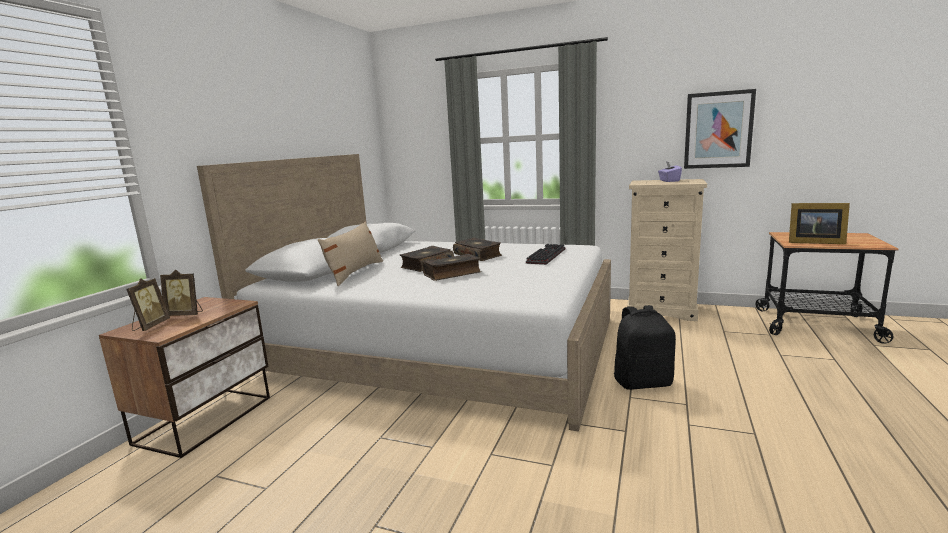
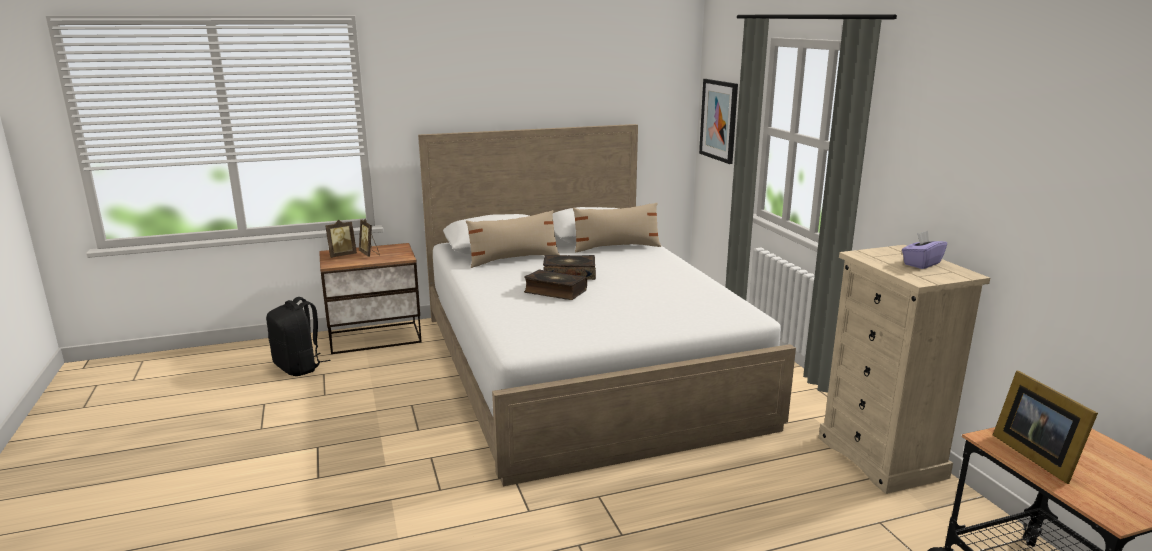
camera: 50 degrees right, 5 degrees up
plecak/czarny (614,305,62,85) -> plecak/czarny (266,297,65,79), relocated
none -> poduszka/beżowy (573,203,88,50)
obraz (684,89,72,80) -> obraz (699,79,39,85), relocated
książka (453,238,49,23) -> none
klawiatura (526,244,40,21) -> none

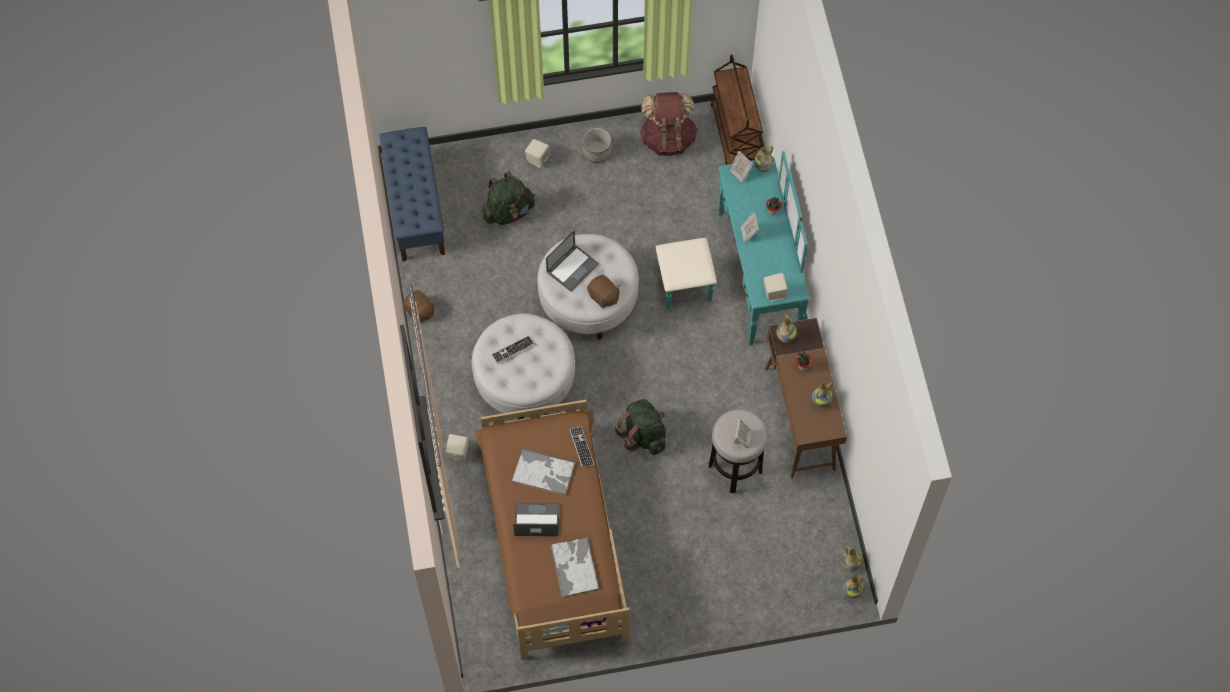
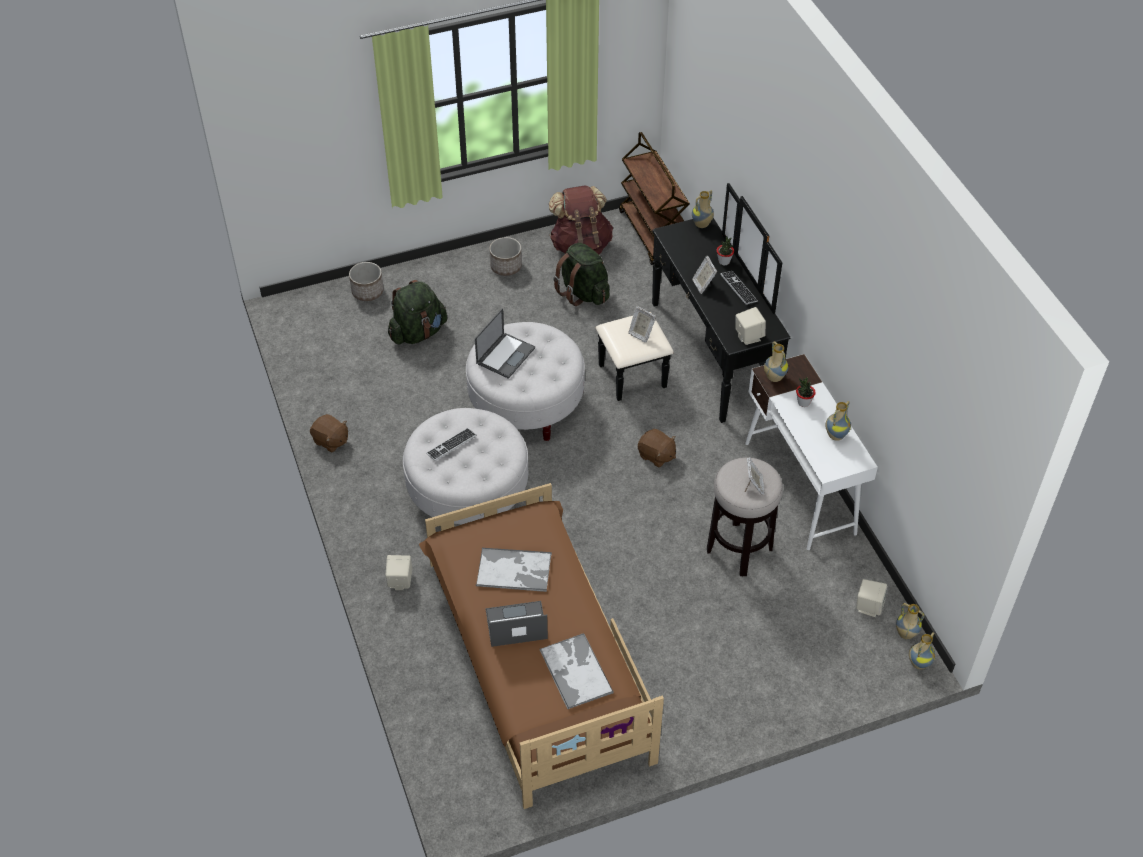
camera: 10 degrees left, 15 degrees down
none -> donica (349,262,35,39)
plecak/zielony (615,399,51,56) -> plecak/zielony (553,243,56,63), relocated
komoda/turkusowy (656,151,154,194) -> komoda/czarny (596,183,194,240)
ramka na zdjęcie (730,151,23,32) -> ramka na zdjęcie (628,306,28,37), relocated
pluszak/brązowy (587,275,33,33) -> pluszak/brązowy (638,429,38,38), relocated
klawiatura (569,427,25,41) -> klawiatura (720,271,38,34), relocated
biurko/brązowy (765,318,82,160) -> biurko/biały (745,354,133,196)
głośnik/beżowy (525,139,25,29) -> głośnik/beżowy (856,579,31,38), relocated
ławka/niebieski (380,127,65,135) -> none

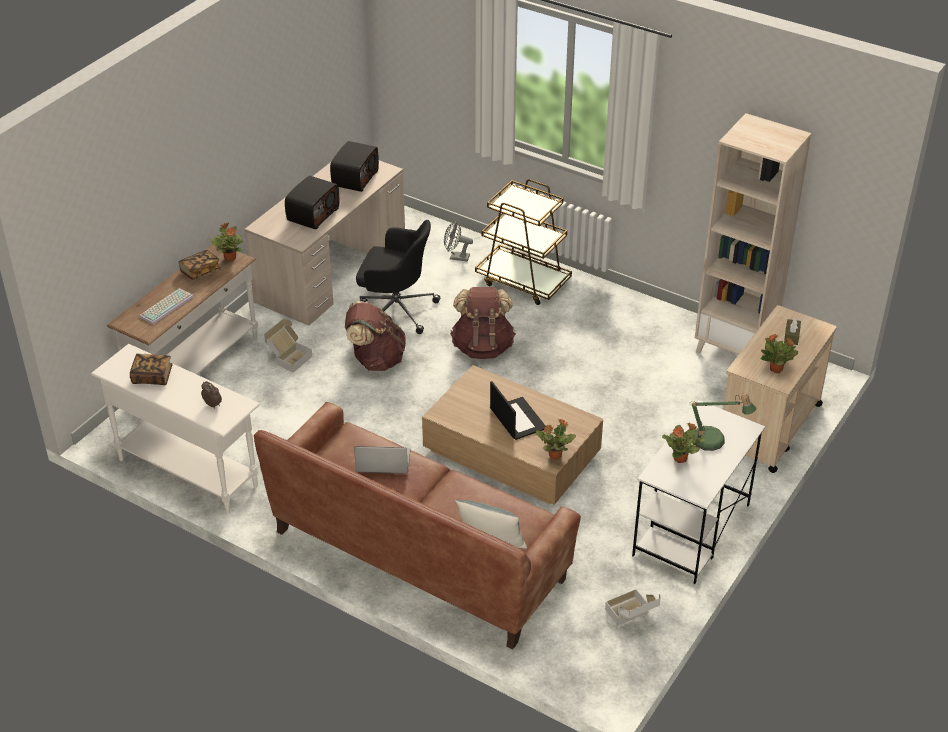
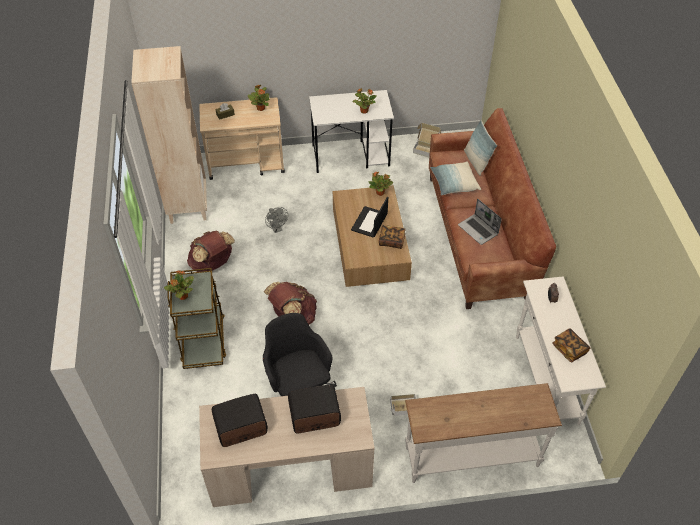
camera: 130 degrees left, 10 degrees up
roślina doniczkowa (210,223,33,38) -> roślina doniczkowa (164,270,30,30), relocated
plecak/brązowy (345,301,61,70) -> plecak/brązowy (187,231,48,41), relocated
wentylator/szary (444,221,29,41) -> wentylator/szary (265,207,23,26), relocated
książka (178,250,43,30) -> książka (379,225,27,24), relocated
none -> poduszka (430,161,51,34)
klawiatura (139,288,55,36) -> none
lampa stołowa (689,393,67,58) -> none

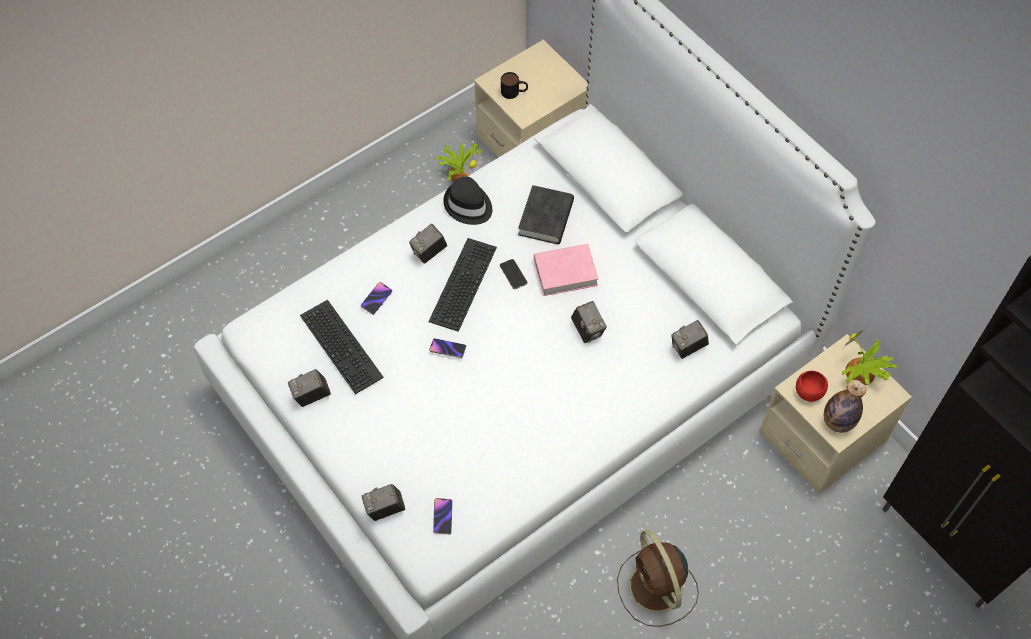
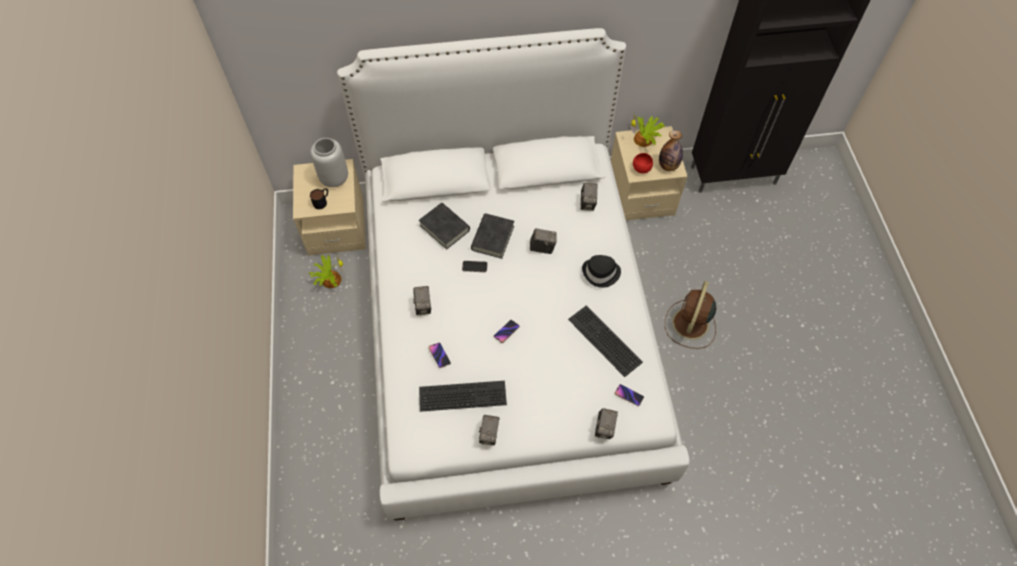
camera: 60 degrees left, 0 degrees up
none -> wazon/szary (311,138,37,49)
książka/różowy (534,244,65,52) -> książka/czarny (471,213,43,46)
klawiatura (429,238,68,94) -> klawiatura (568,305,75,72), relocated
kapelusz/czarny (443,176,49,49) -> kapelusz/czarny (582,255,39,33), relocated
wentylator/brązowy (617,530,82,97) -> wentylator/brązowy (665,281,51,68), 105 degrees clockwise

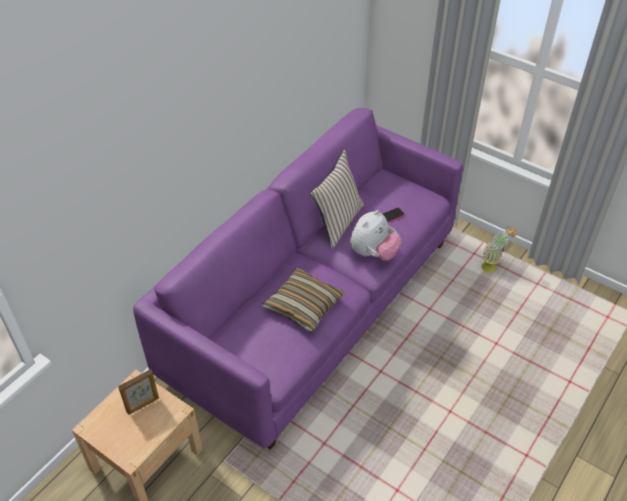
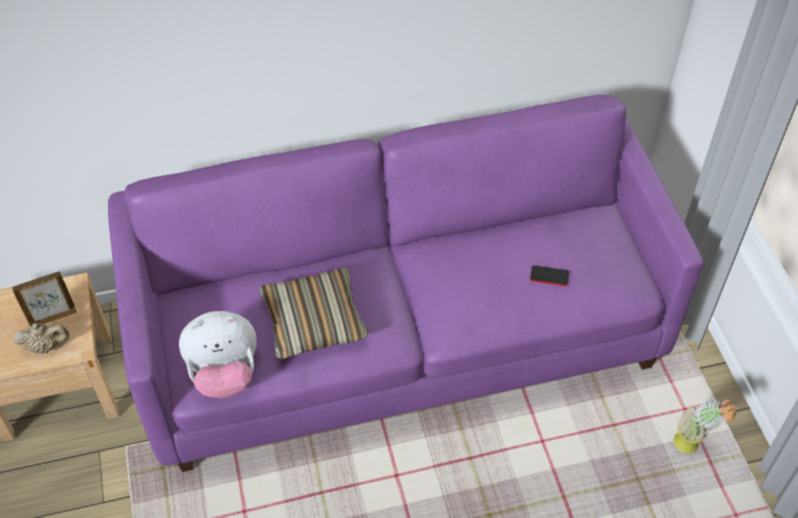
camera: 40 degrees right, 5 degrees up
ramka na zdjęcie (118,369,41,46) -> ramka na zdjęcie (12,271,65,56), 150 degrees clockwise
none -> imbryk/beżowy (13,323,56,30)
pluszak (350,210,52,51) -> pluszak (179,311,78,87), relocated
poduszka/beżowy (310,150,54,99) -> none

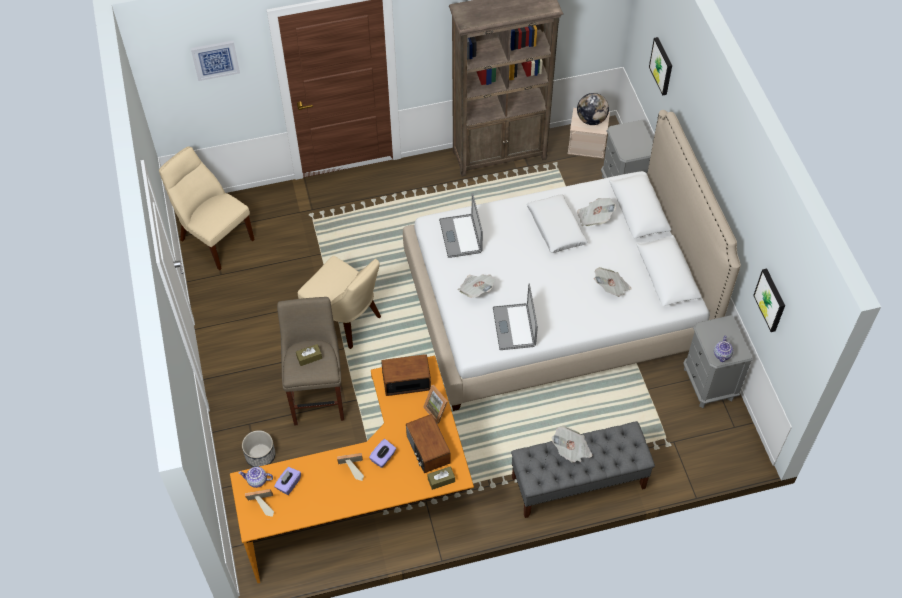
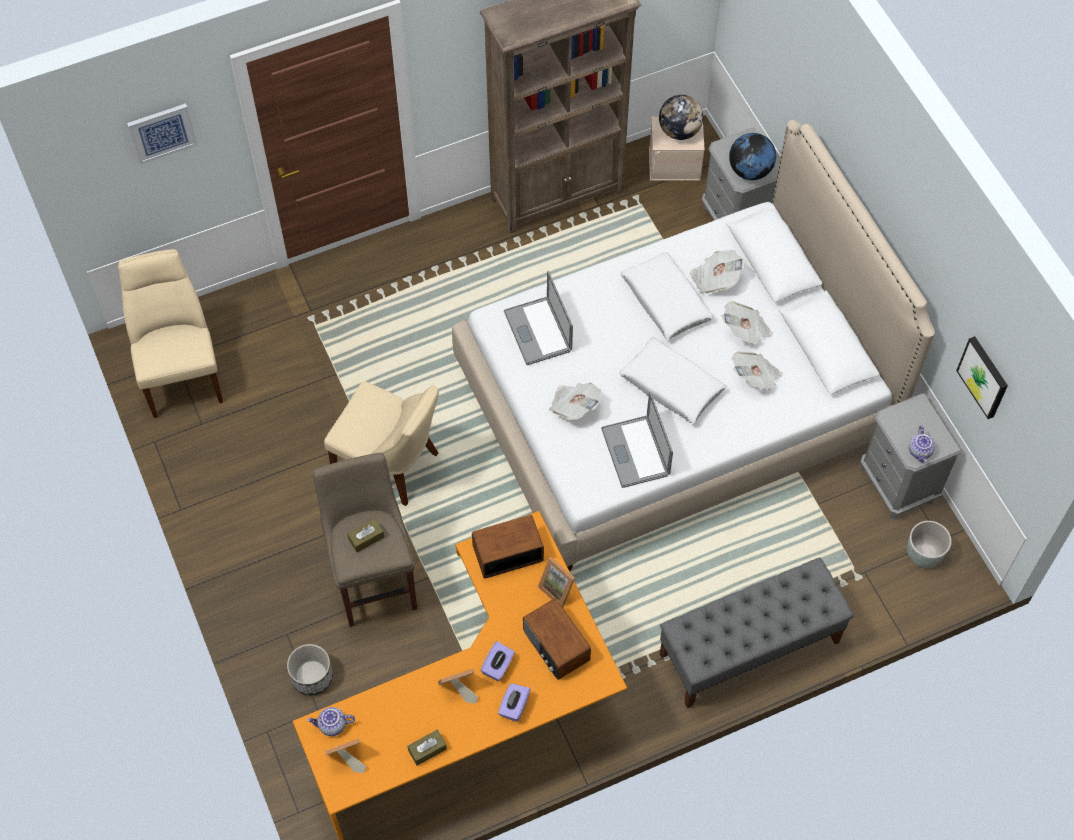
camera: 10 degrees left, 5 degrees up
krzesło/beżowy (159,146,96,124) -> krzesło/beżowy (118,249,105,169), 45 degrees clockwise
pudełko chusteczek/brązowy (427,466,28,24) -> pudełko chusteczek/brązowy (407,730,40,35), relocated
pudełko chusteczek/fioletowy (274,467,27,28) -> pudełko chusteczek/fioletowy (498,683,33,39), relocated
none -> poduszka/biały (619,337,108,87)
gazeta (552,426,40,37) -> gazeta (722,301,51,43), relocated
none -> globus (729,133,47,47)
none -> donica/szary (907,521,44,47)
obraz (649,37,23,59) -> none

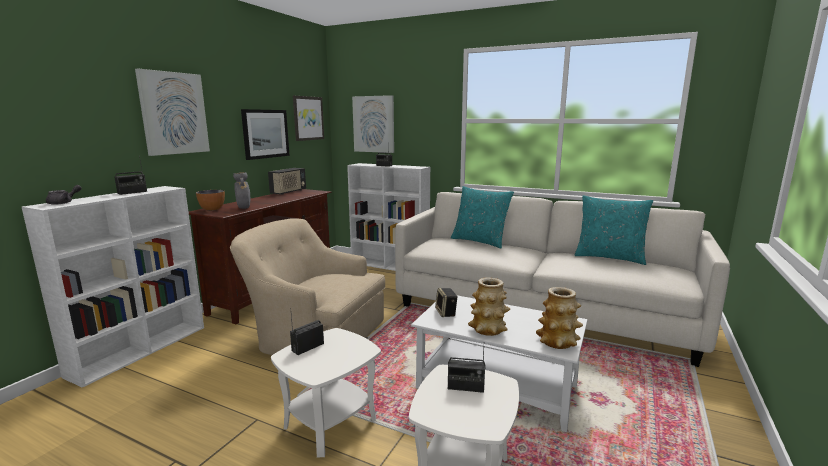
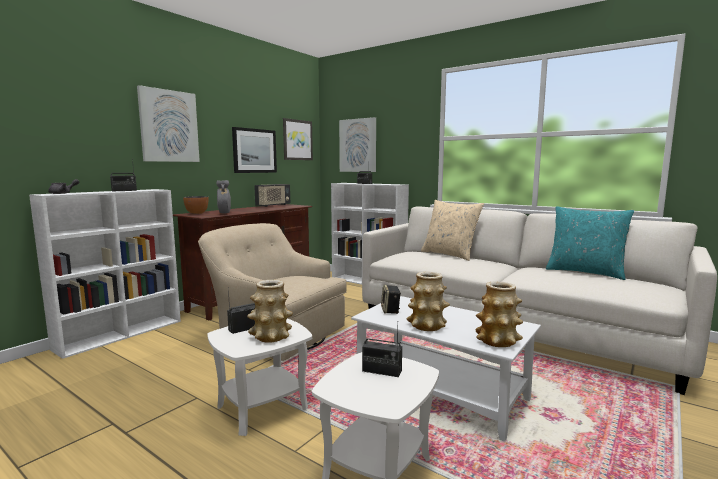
camera: 10 degrees right, 5 degrees down
none -> wazon (247,280,46,63)
poduszka/turkusowy (451,186,63,62) -> poduszka/beżowy (421,200,63,61)

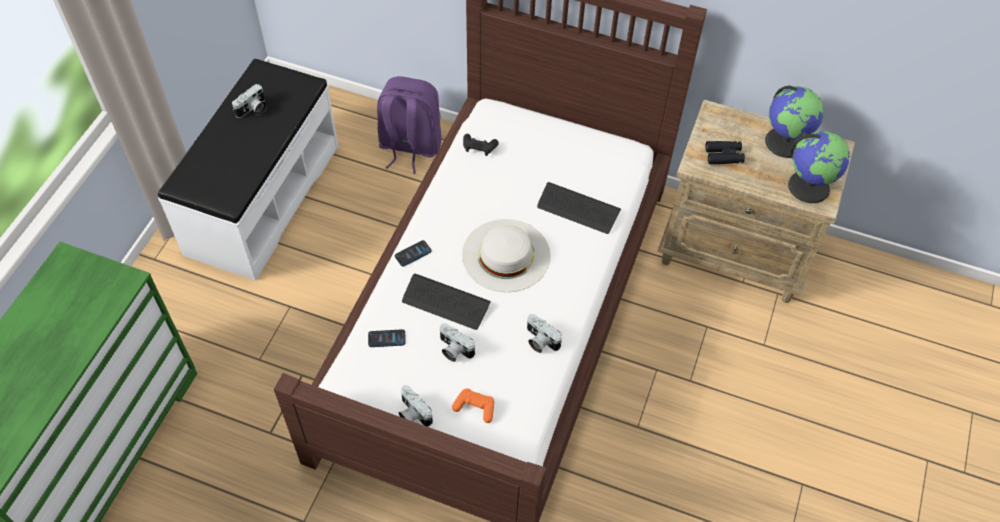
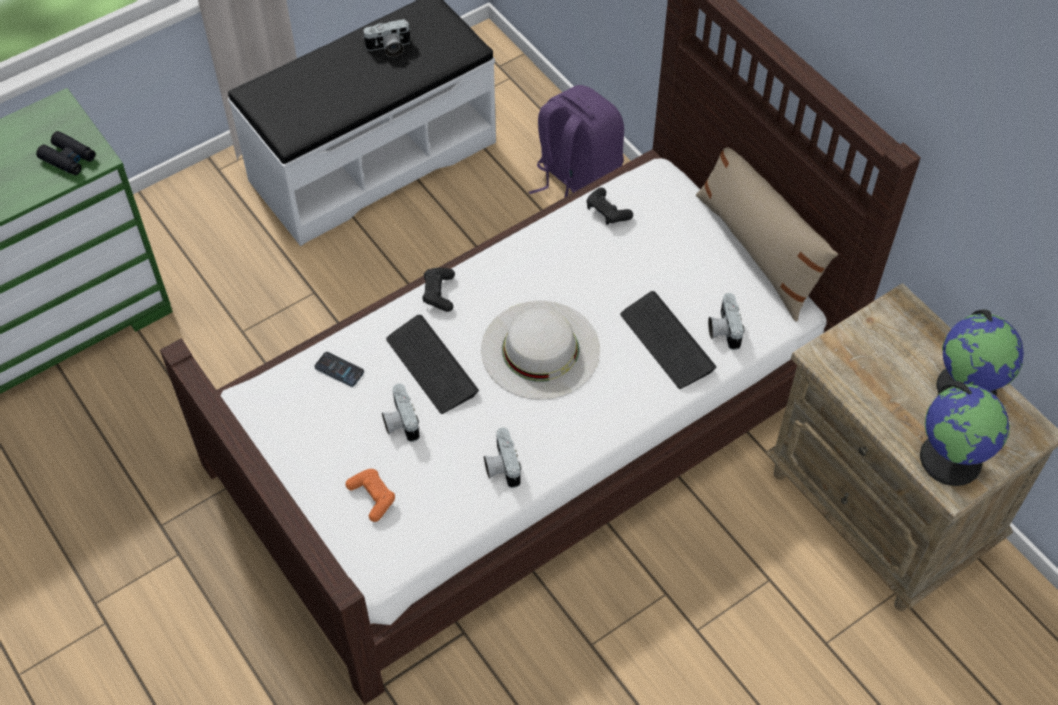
camera: 35 degrees right, 0 degrees up
lornetka/czarny (705,141,40,23) -> lornetka/czarny (36,131,60,44), relocated
telefon (395,240,36,27) -> pad do gier/czarny (423,268,32,44)
none -> poduszka/beżowy (696,147,142,175)
aparat fotograficzny (399,385,34,42) -> aparat fotograficzny (708,293,36,57), relocated

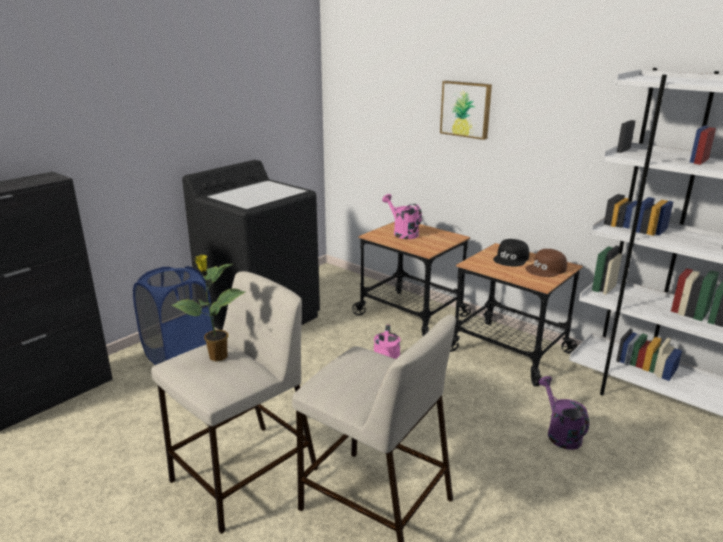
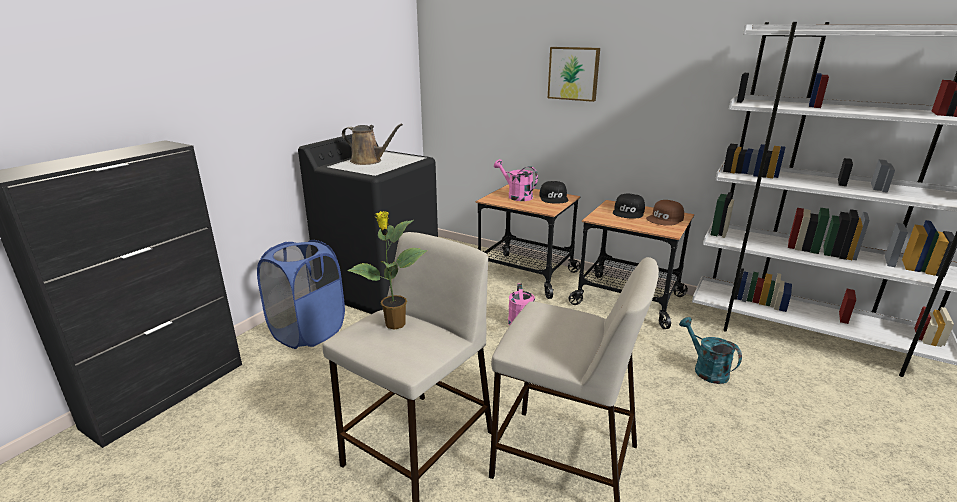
camera: 10 degrees left, 0 degrees up
none -> konewka/brązowy (342,124,61,41)
none -> czapka z daszkiem/czarny (540,181,29,23)
konewka/fioletowy (538,376,51,74) -> konewka/turkusowy (679,317,63,67)

